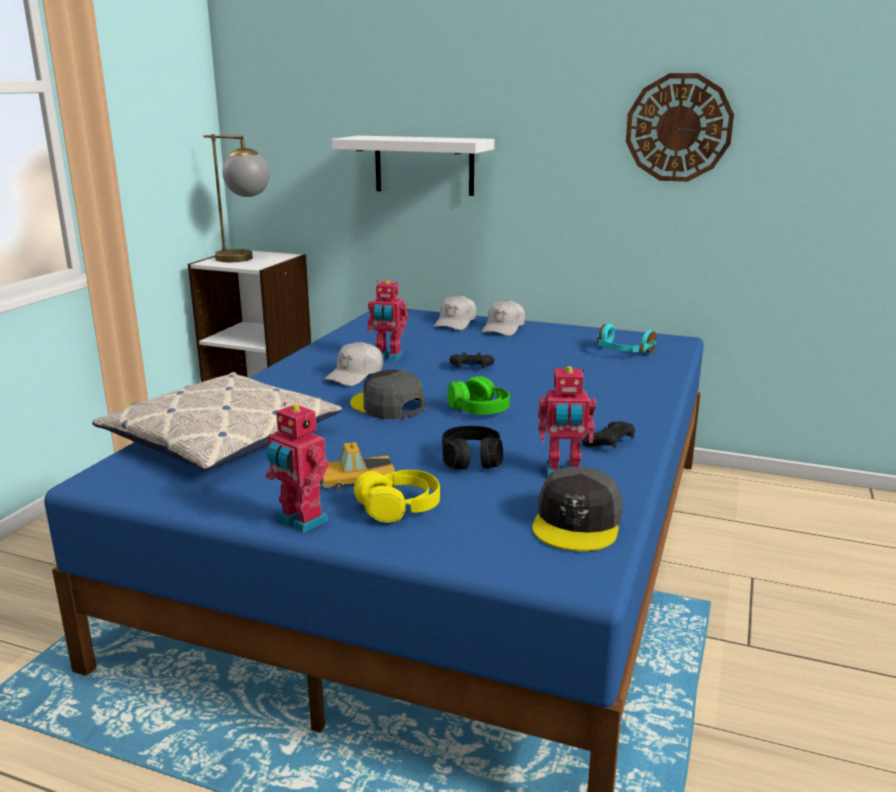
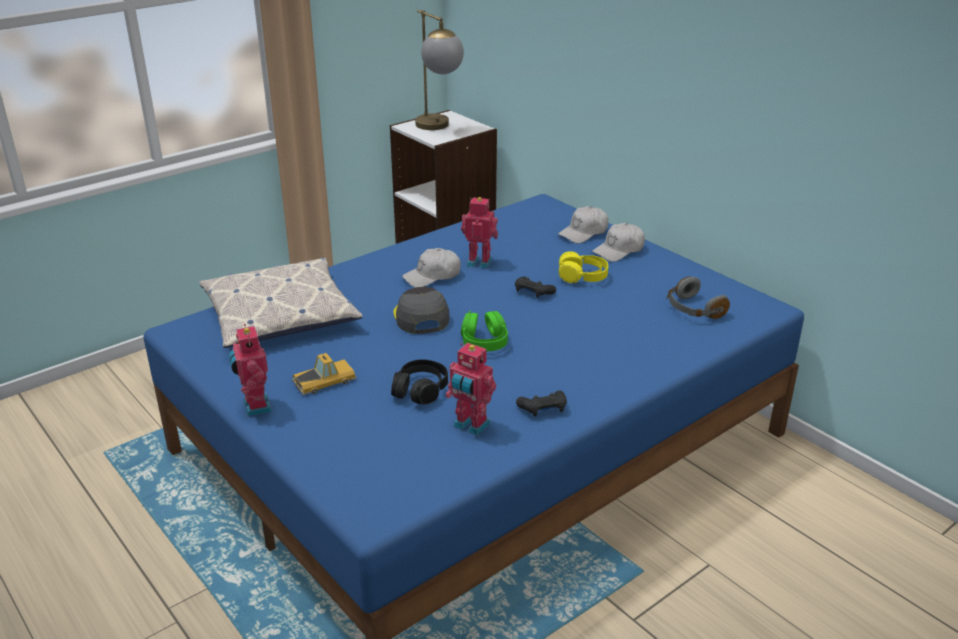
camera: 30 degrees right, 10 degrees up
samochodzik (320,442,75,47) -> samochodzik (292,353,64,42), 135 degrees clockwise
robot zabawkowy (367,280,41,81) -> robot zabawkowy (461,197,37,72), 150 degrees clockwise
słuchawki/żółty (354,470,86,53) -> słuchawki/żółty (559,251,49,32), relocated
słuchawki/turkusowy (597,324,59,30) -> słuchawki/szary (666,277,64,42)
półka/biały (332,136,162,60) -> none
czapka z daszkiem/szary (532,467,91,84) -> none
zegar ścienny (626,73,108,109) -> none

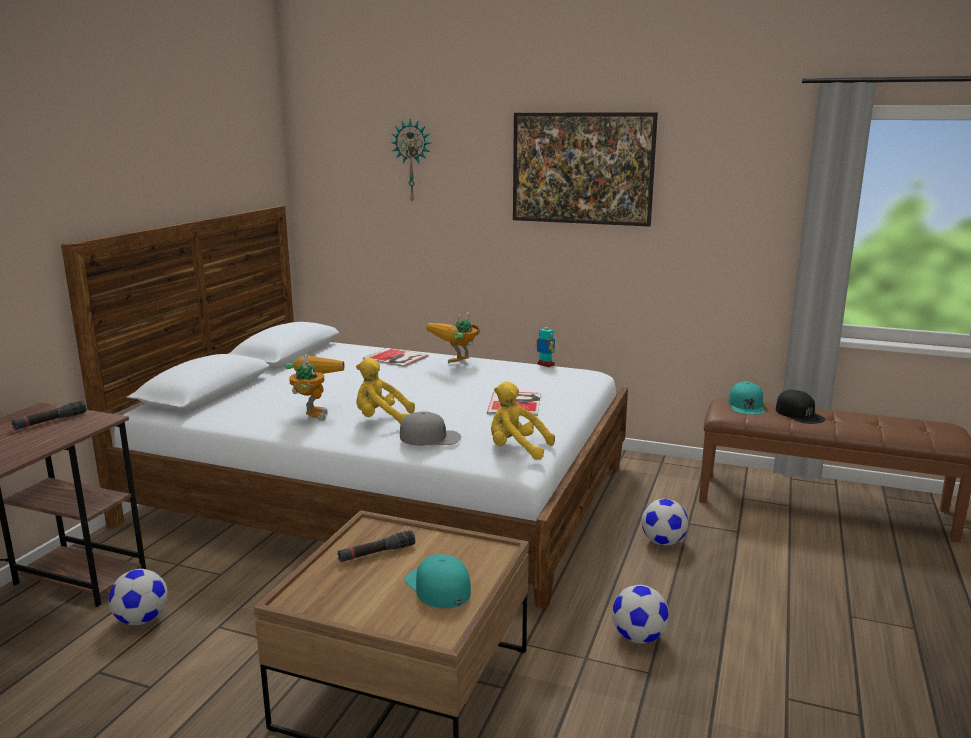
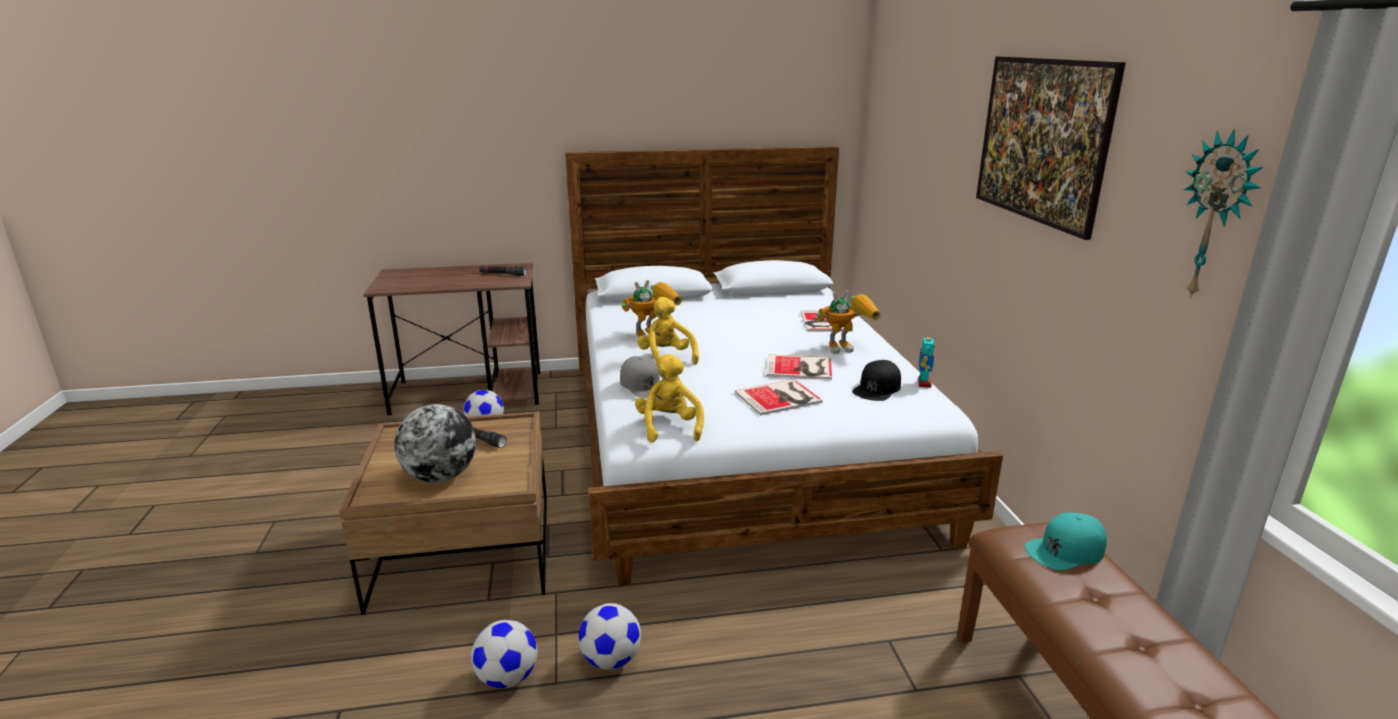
camera: 60 degrees right, 5 degrees up
czapka z daszkiem/turkusowy (405,554,66,54) -> globus (394,404,82,79)
piłka futbolowa (641,499,47,47) -> piłka futbolowa (471,620,67,68), relocated
none -> książka (766,355,66,25)
robot zabawkowy (426,312,54,52) -> robot zabawkowy (817,290,64,64), 150 degrees clockwise
czapka z daszkiem/czarny (776,390,50,34) -> czapka z daszkiem/czarny (852,360,49,41), relocated
zegar ścienny (390,119,41,85) -> zegar ścienny (1184,129,79,170), relocated

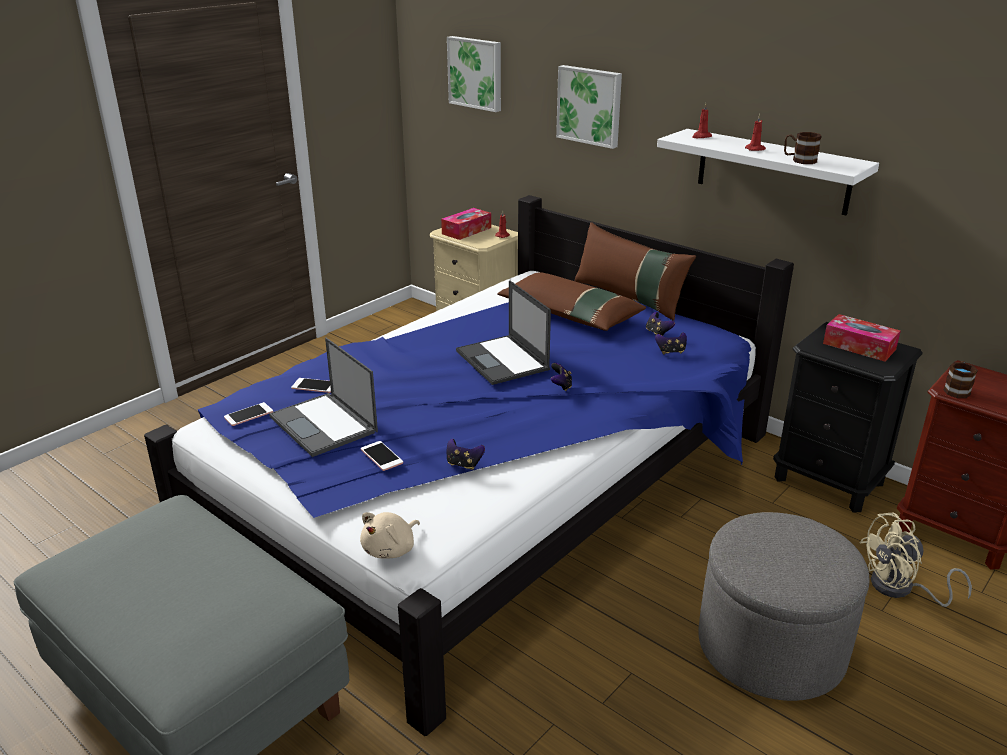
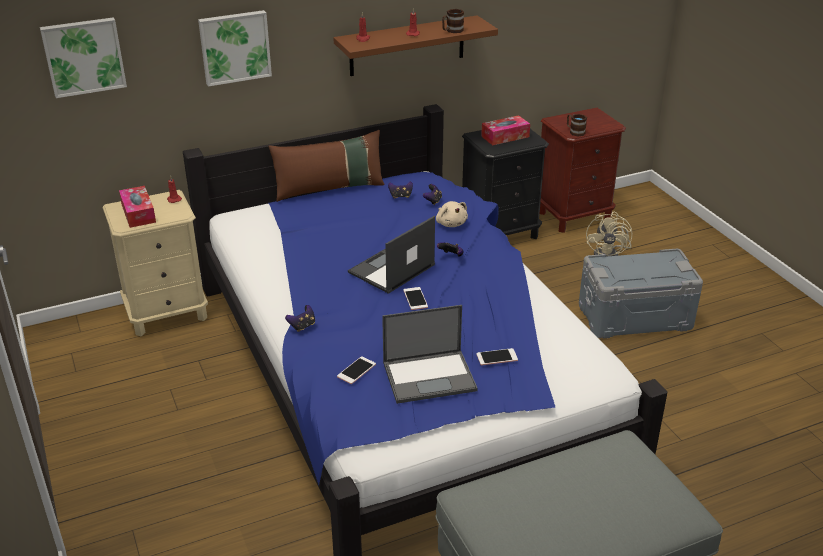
camera: 65 degrees left, 5 degrees up
pad do gier (447,439,38,31) -> pad do gier (285,305,30,27), relocated
półka/biały (657,129,222,86) -> półka/brązowy (333,15,165,61)
laptop (456,280,95,105) -> laptop (348,216,87,78), 135 degrees clockwise
telefon (224,402,49,24) -> telefon (403,287,25,23), relocated
pluszak/beżowy (360,512,60,47) -> pluszak/beżowy (436,201,32,26), relocated
pufa/szary (698,512,172,189) -> pojemnik do przechowywania/szary (579,249,124,89)
poduszka/brązowy (497,272,149,59) -> none

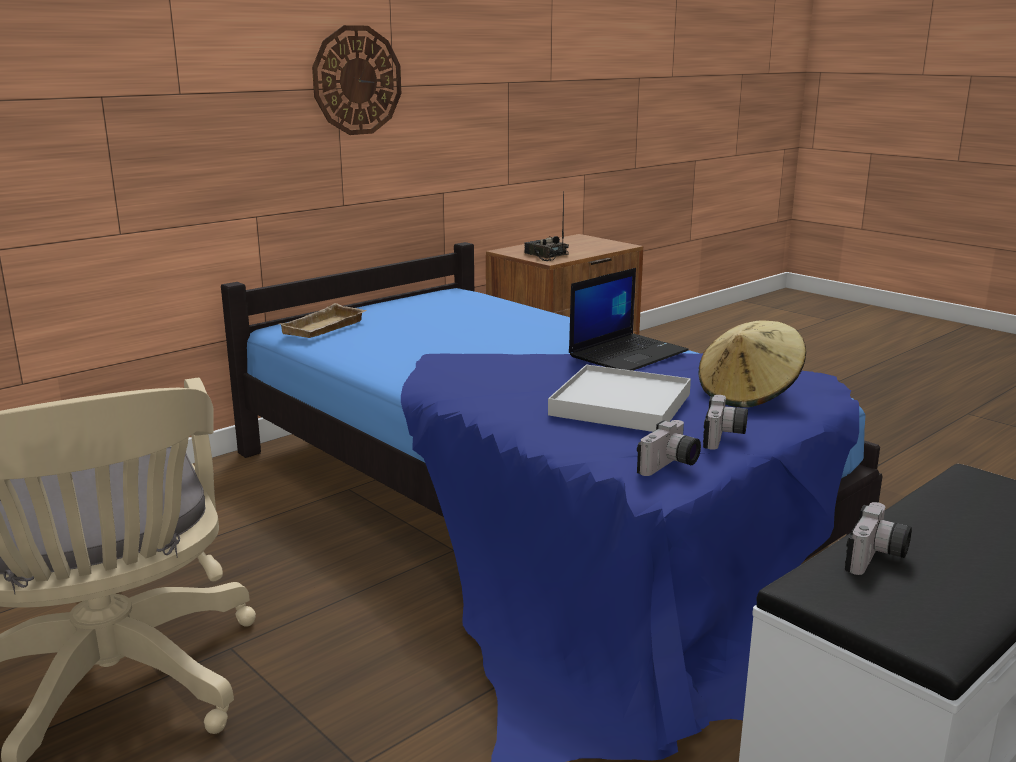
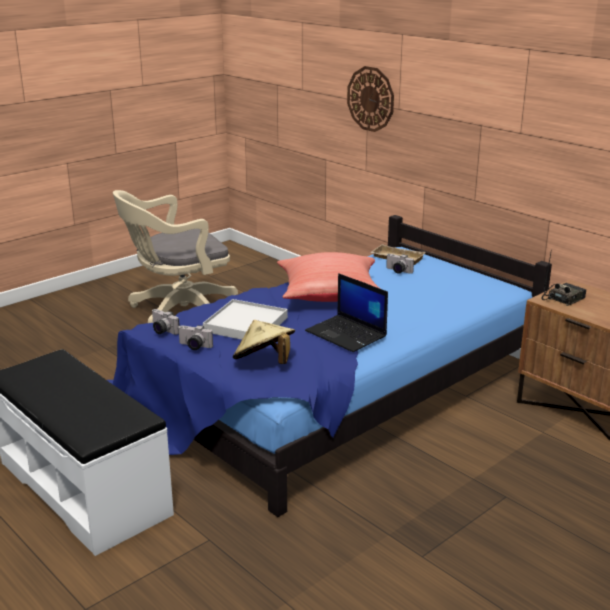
camera: 90 degrees right, 5 degrees up
none -> poduszka/czerwony (277,252,102,50)
zegar ścienny (312,25,89,110) -> zegar ścienny (347,66,47,66), relocated
aparat fotograficzny (845,502,67,73) -> aparat fotograficzny (386,254,28,20), relocated

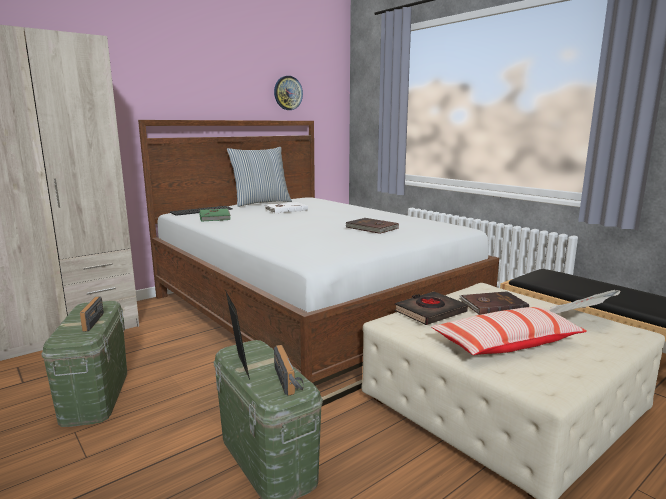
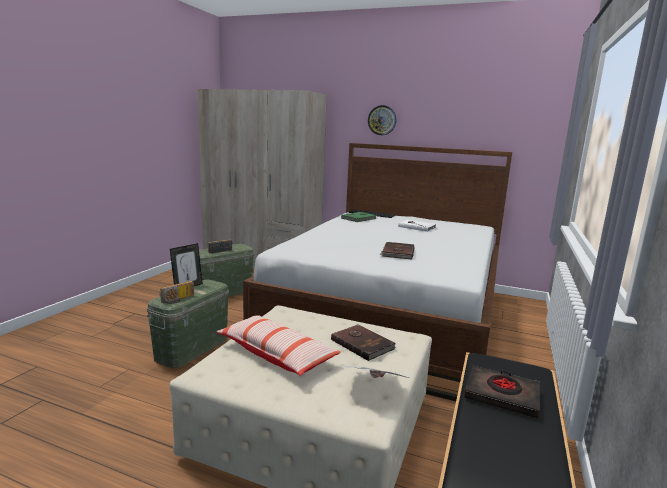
camera: 60 degrees right, 0 degrees up
zegar ścienny (274,76,29,34) -> zegar ścienny (368,105,28,30), relocated
książka/czarny (394,292,74,33) -> książka/czarny (464,366,76,52), relocated
poduszka (227,147,65,60) -> none

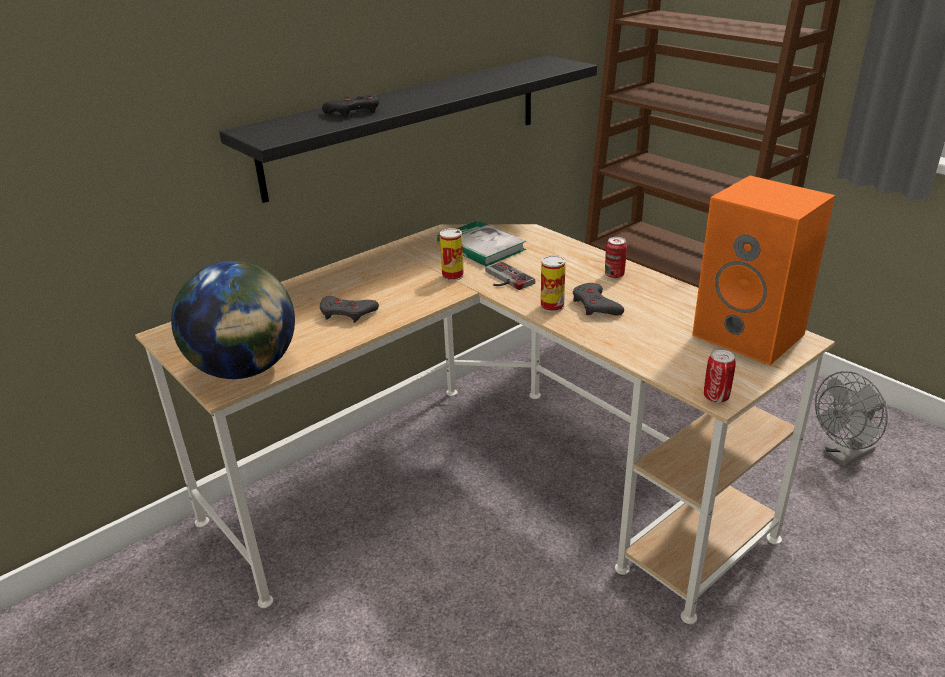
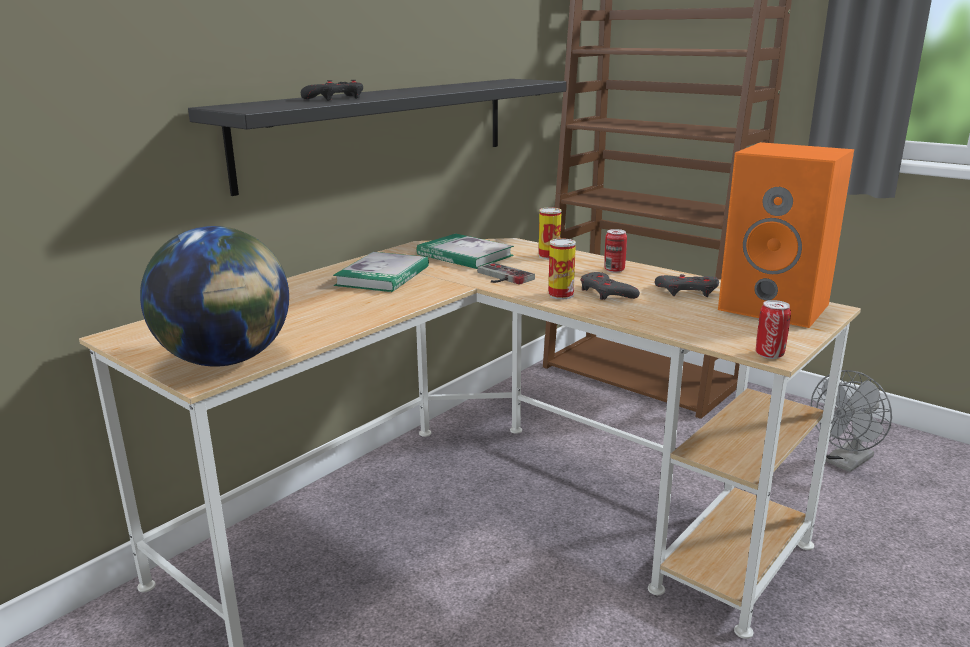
camera: 10 degrees left, 10 degrees down
none -> książka (333,252,96,40)
puszka (440,228,24,53) -> puszka (539,207,23,52), relocated
pad do gier/szary (320,296,59,27) -> pad do gier/szary (655,274,64,23), relocated

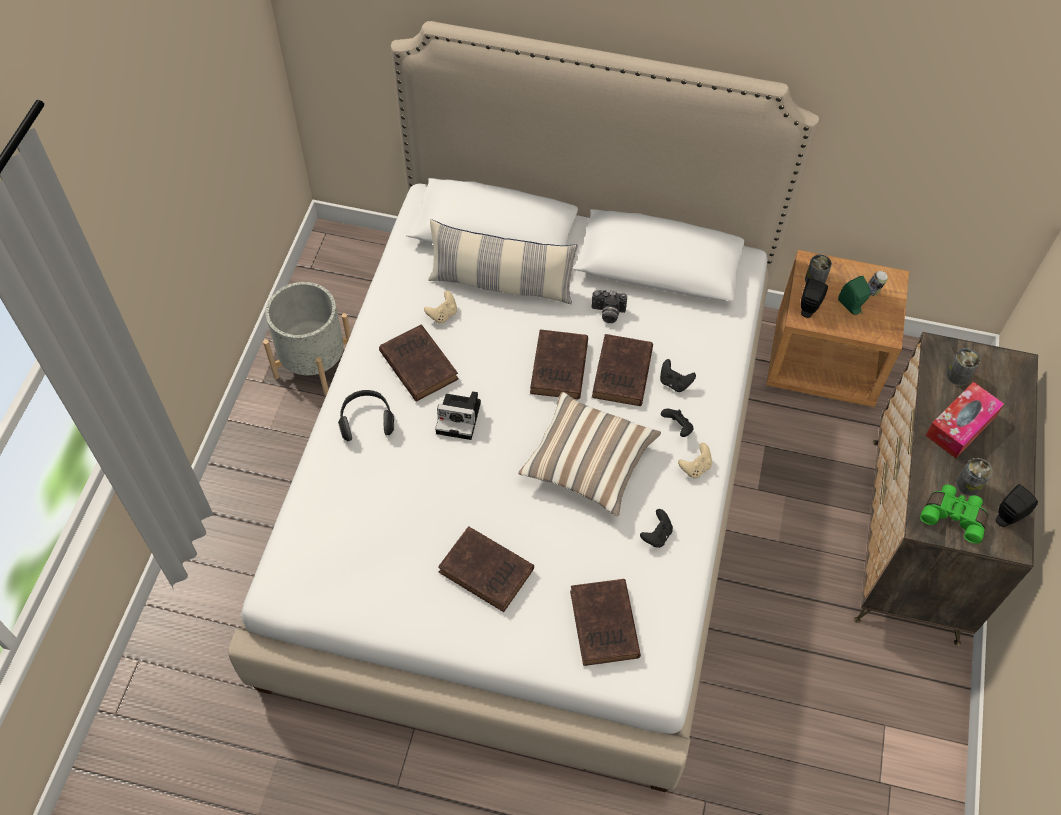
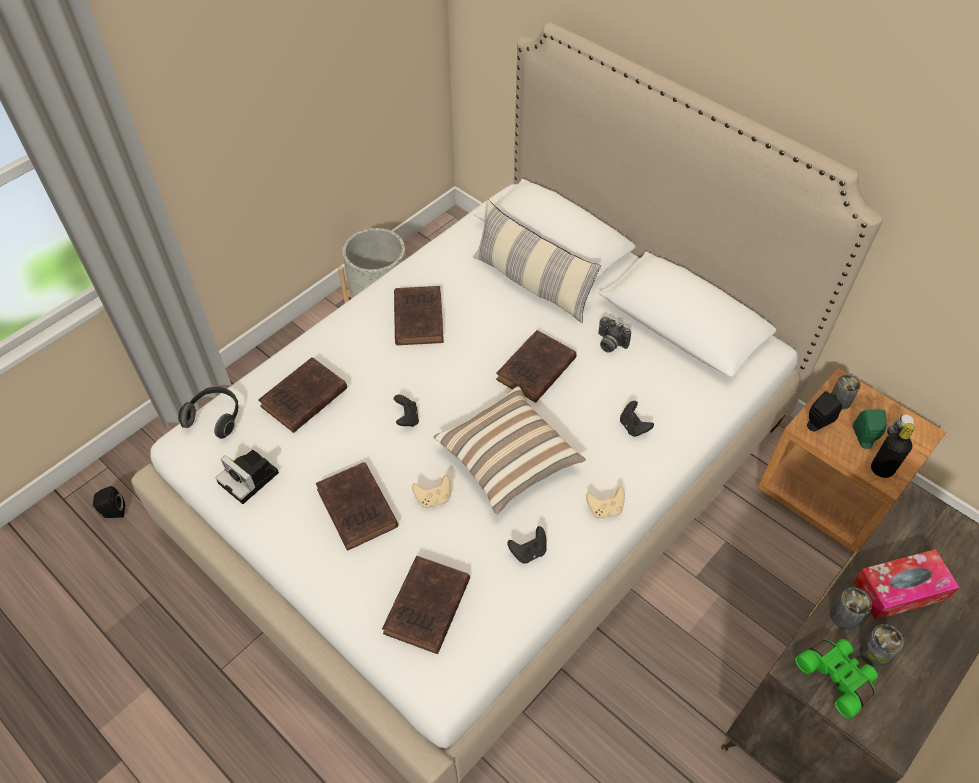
camera: 30 degrees right, 5 degrees down
głośnik/czarny (996,484,42,43) -> głośnik/czarny (93,486,32,32), relocated
słuchawki (338,390,56,51) -> słuchawki (178,387,61,52), relocated
aparat fotograficzny (435,391,46,49) -> aparat fotograficzny (216,450,63,54), relocated
książka/brązowy (592,334,61,72) -> książka/brązowy (258,357,89,76), relocated
pad do gier/czarny (661,409,33,28) -> pad do gier/czarny (394,395,25,32), relocated
pad do gier/beżowy (424,291,33,33) -> pad do gier/beżowy (412,475,39,33), relocated
puszka (946,348,34,38) -> puszka (830,588,42,43), relocated
none -> butelka/czarny (871,423,44,55)

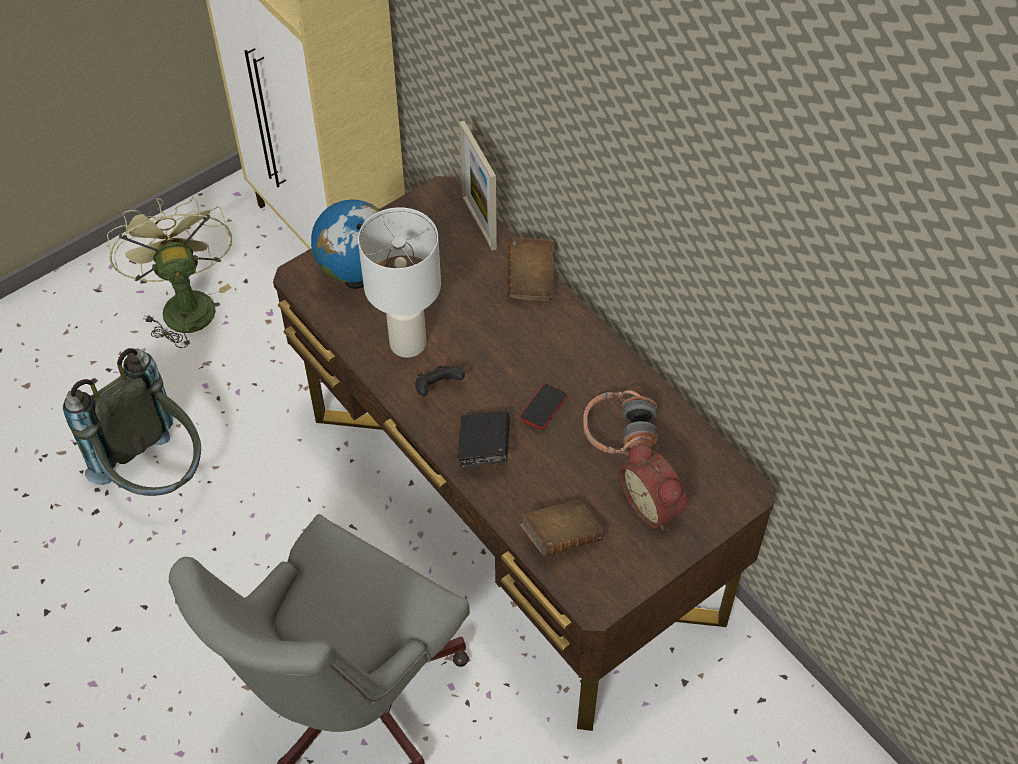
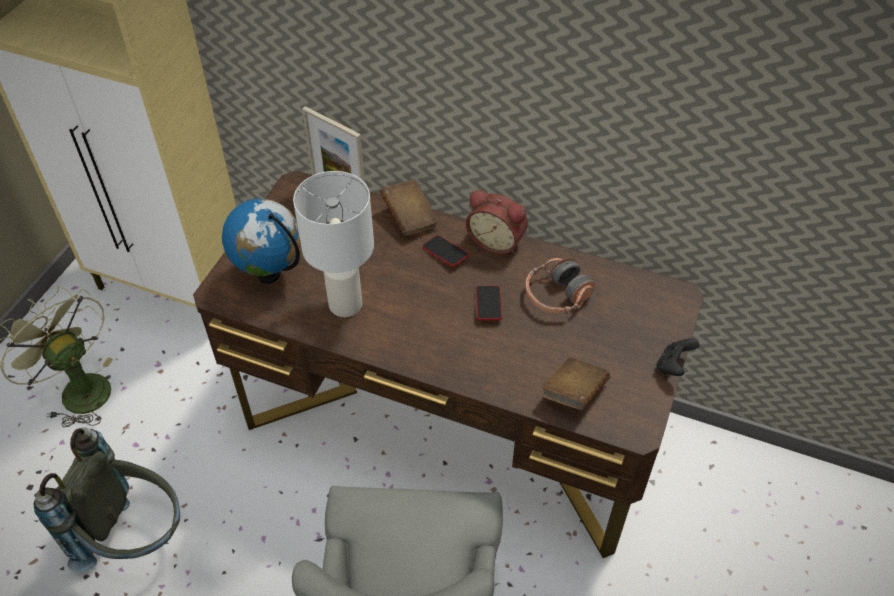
camera: 30 degrees left, 5 degrees down
none -> telefon (422,235,47,32)
budzik (619,442,68,88) -> budzik (466,190,62,64), relocated
pad do gier/czarny (415,365,50,31) -> pad do gier/czarny (657,339,43,37), relocated
książka/czarny (458,411,52,57) -> none

